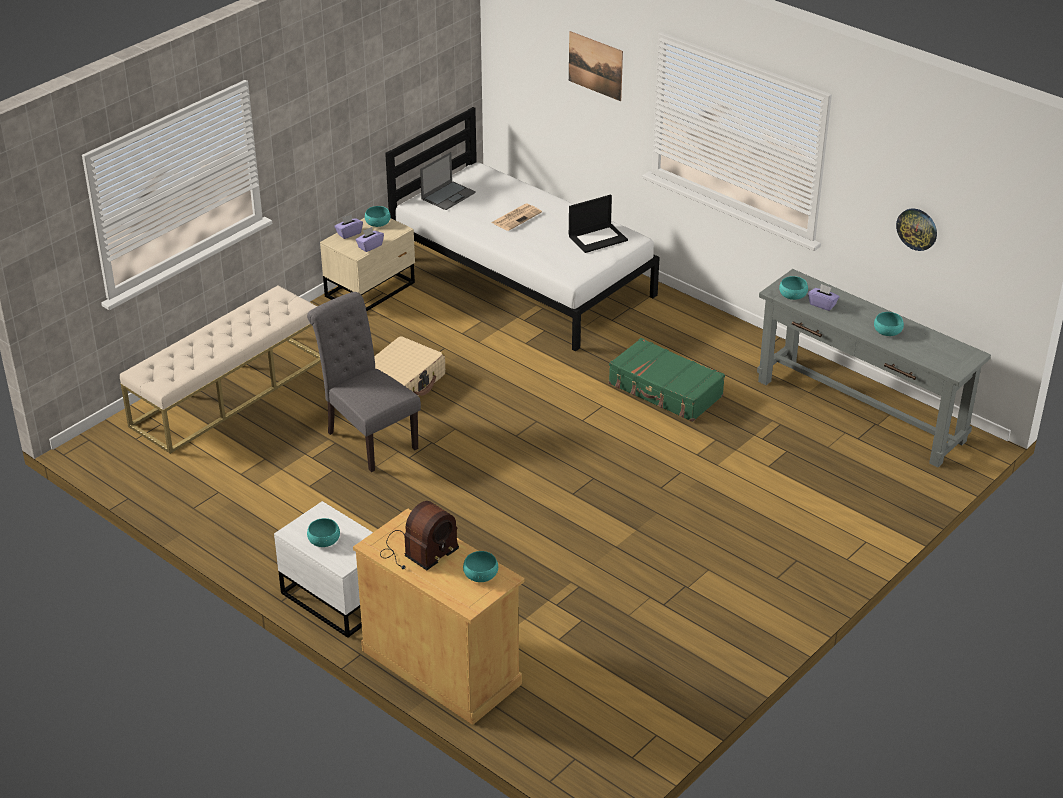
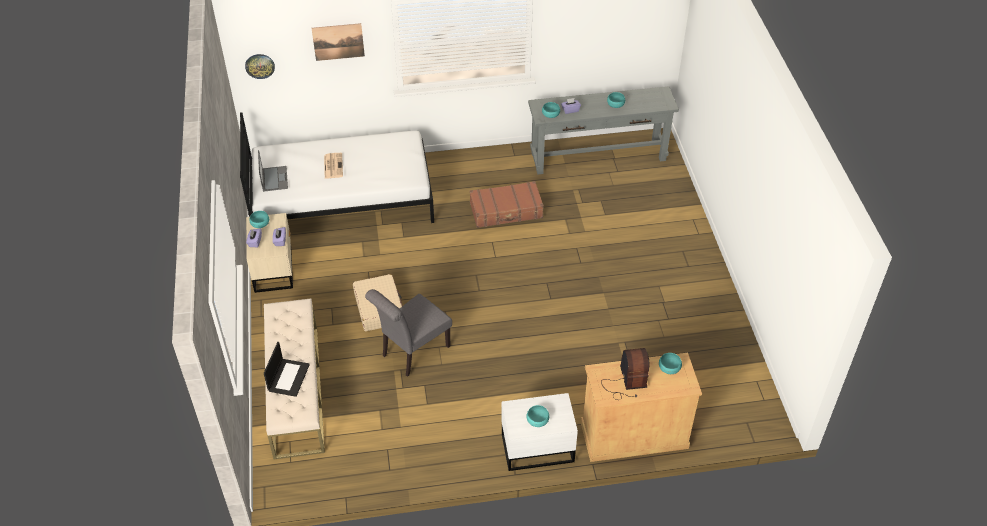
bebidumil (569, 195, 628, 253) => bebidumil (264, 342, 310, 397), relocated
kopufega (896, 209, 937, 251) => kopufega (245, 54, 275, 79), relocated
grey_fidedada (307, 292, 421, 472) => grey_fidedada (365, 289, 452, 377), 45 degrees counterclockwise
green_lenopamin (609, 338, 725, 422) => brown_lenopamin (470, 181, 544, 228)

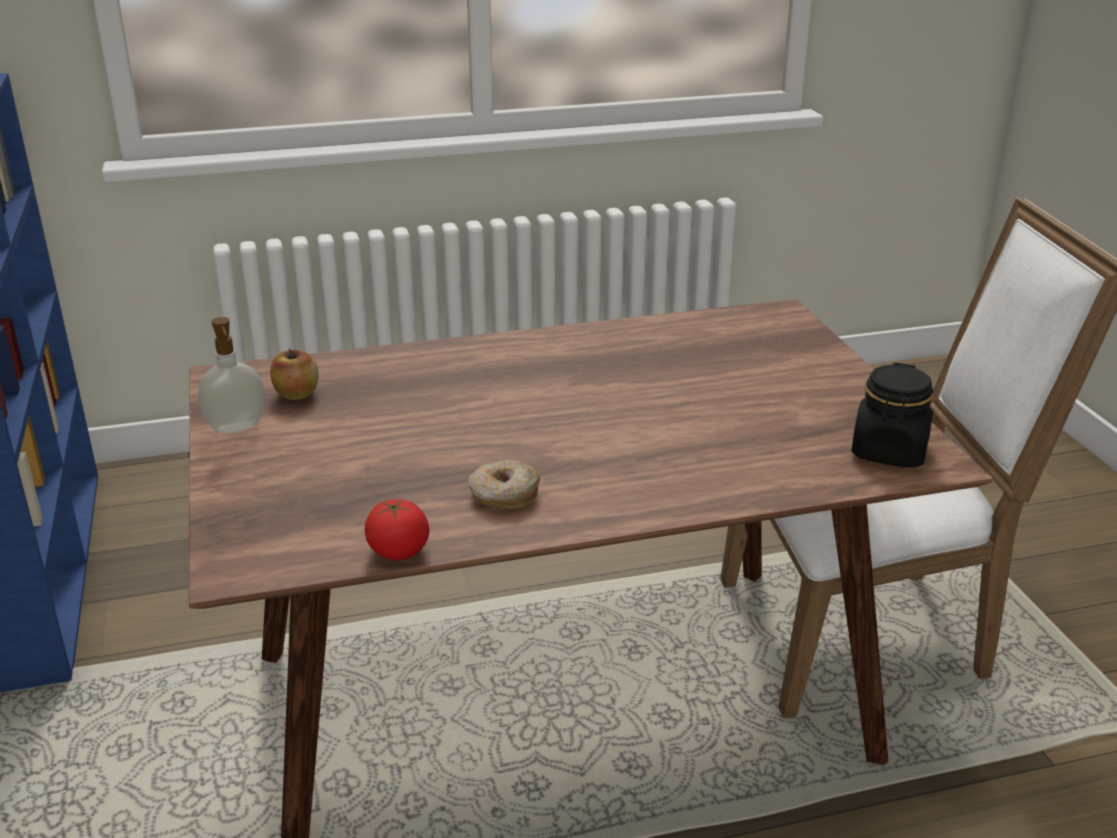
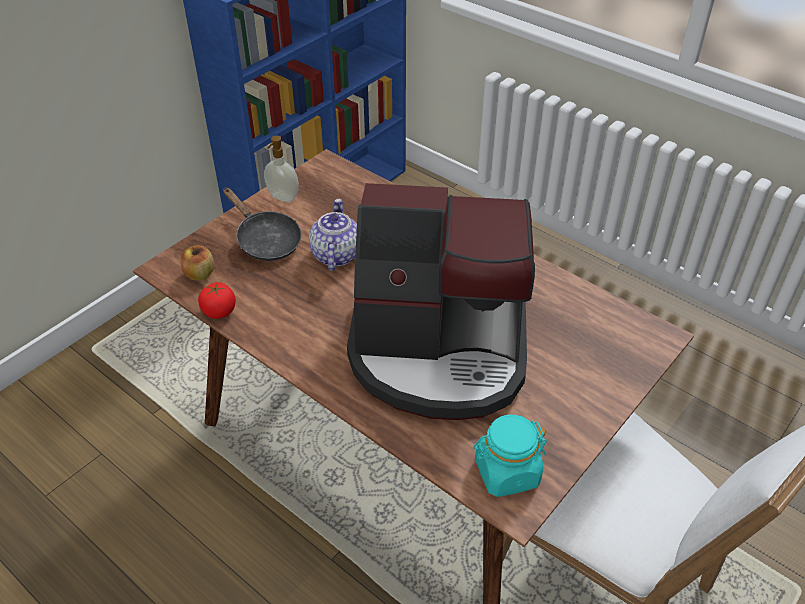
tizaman (270, 349, 319, 400) => tizaman (181, 245, 214, 281), relocated
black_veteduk (851, 363, 933, 468) => turquoise_veteduk (473, 415, 547, 497)
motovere (469, 460, 541, 508) => nothing
nothing => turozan (347, 183, 535, 420)
nothing => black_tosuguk (223, 188, 301, 261)
nothing => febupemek (309, 199, 357, 271)

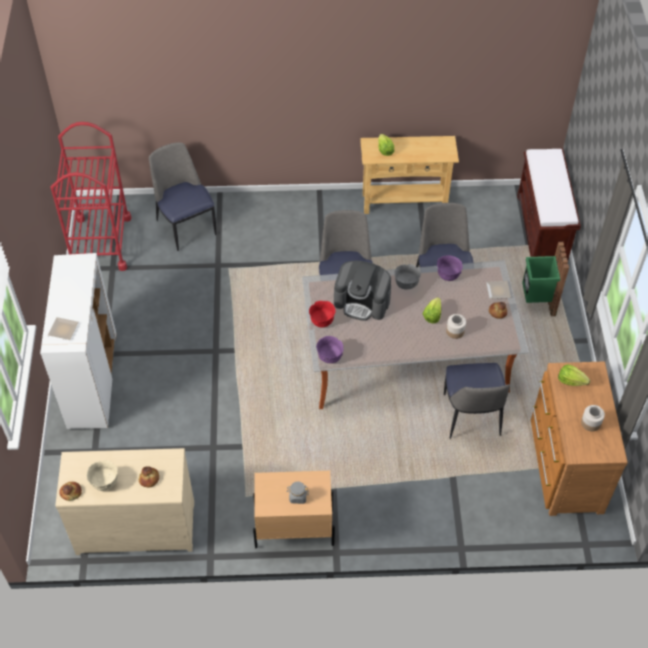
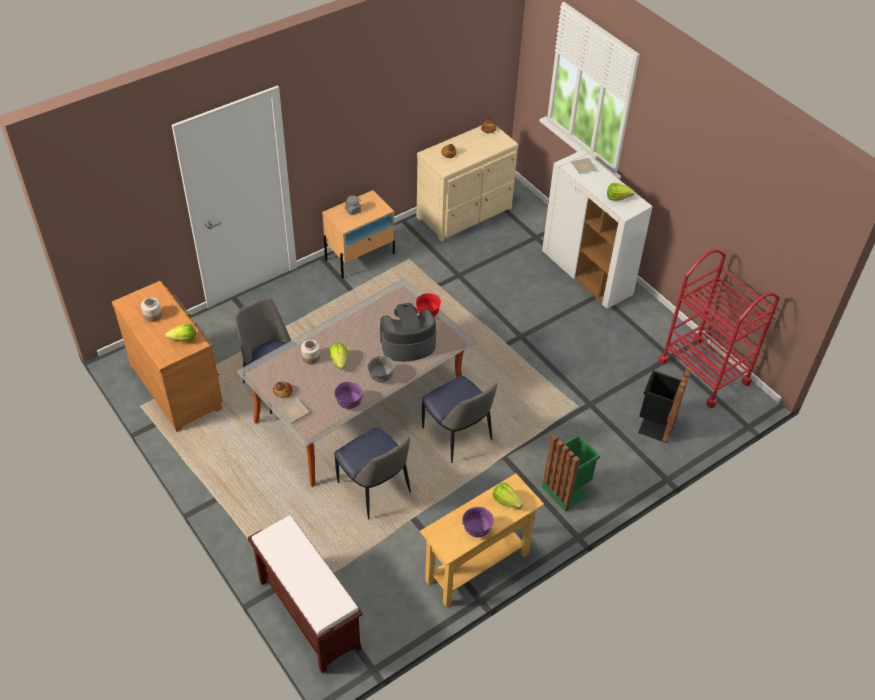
fidedada (149, 142, 216, 251) => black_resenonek (638, 366, 692, 443)
green_resenonek (522, 242, 569, 316) => green_resenonek (542, 434, 600, 512), relocated
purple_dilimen (316, 336, 344, 363) => purple_dilimen (462, 507, 494, 537), relocated
beige_dilimen (86, 460, 118, 491) => nothing
nothing => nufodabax (607, 183, 635, 201)

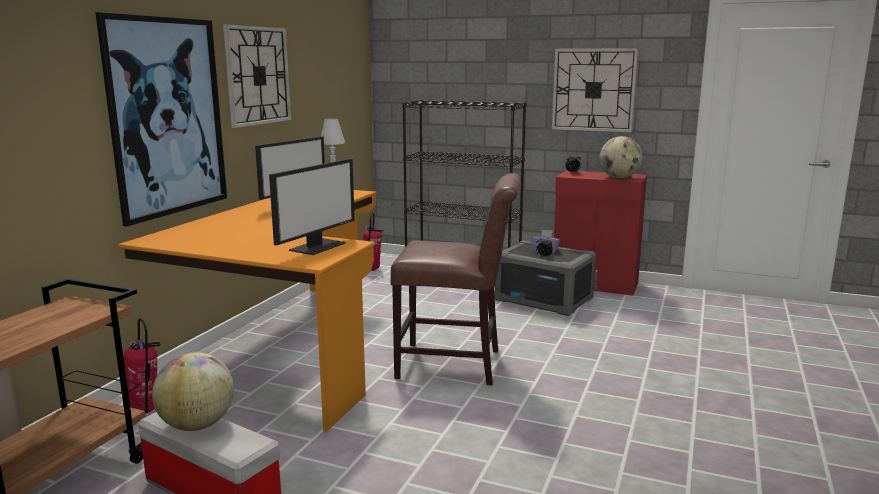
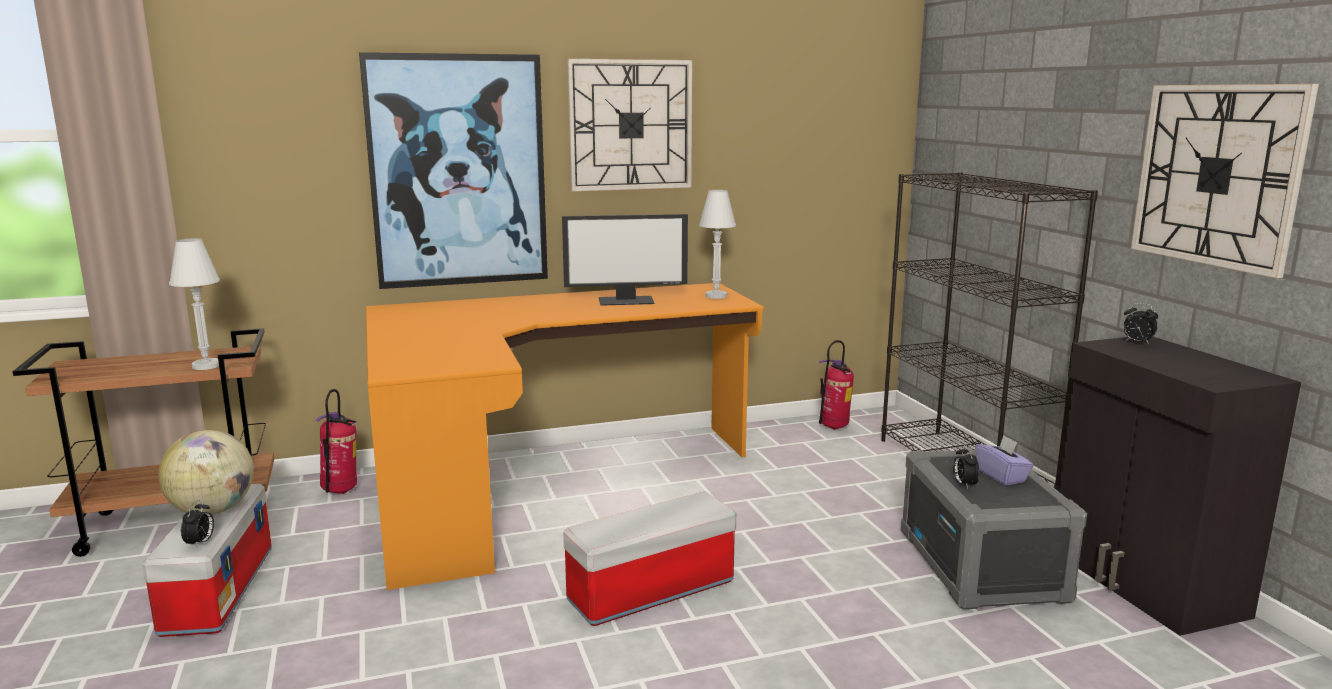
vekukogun (599, 136, 643, 178) => nothing
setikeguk (269, 159, 355, 255) => nothing
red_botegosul (554, 170, 647, 296) => black_botegosul (1059, 337, 1301, 636)
brown_fidedada (391, 173, 521, 385) => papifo (563, 491, 736, 626)
nothing => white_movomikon (169, 238, 220, 370)
nothing => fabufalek (181, 500, 214, 547)

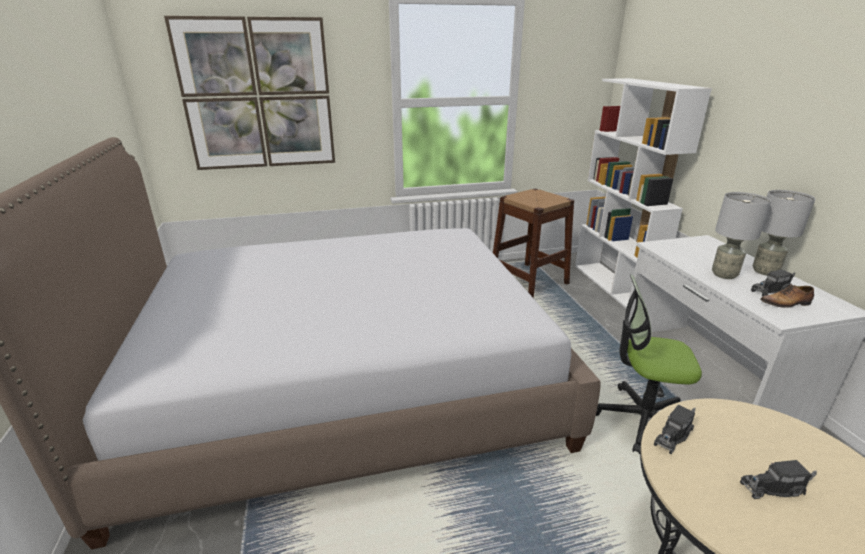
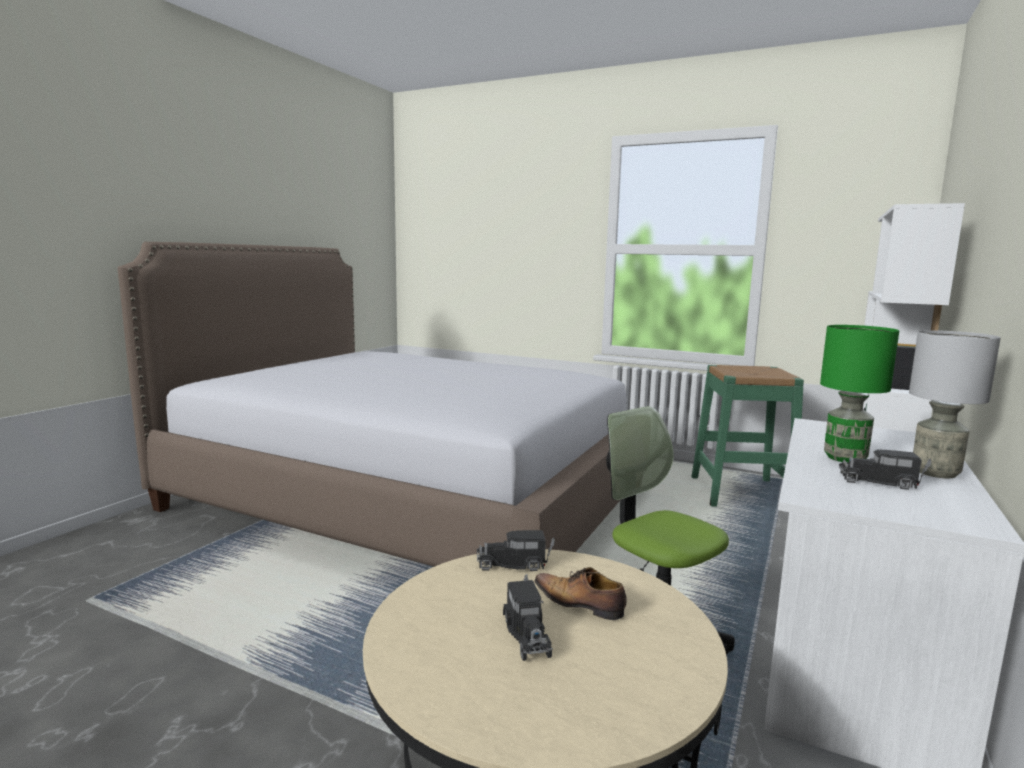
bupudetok (164, 16, 335, 170) => nothing
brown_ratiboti (493, 189, 574, 298) => green_ratiboti (691, 365, 804, 507)
grey_movomikon (712, 192, 771, 279) => green_movomikon (820, 325, 899, 462)
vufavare (760, 284, 814, 308) => vufavare (534, 567, 627, 620), relocated
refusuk (740, 460, 817, 499) => refusuk (503, 574, 552, 661), 135 degrees counterclockwise

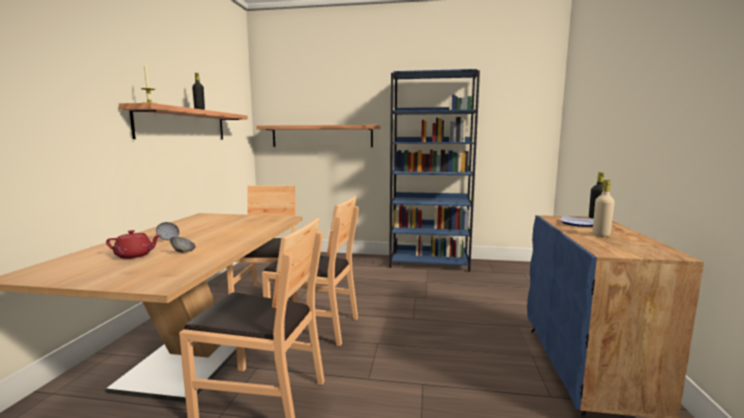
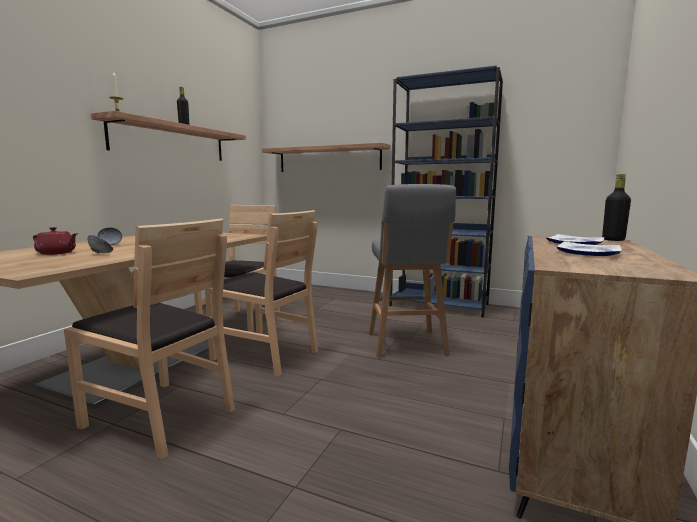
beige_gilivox (593, 179, 615, 237) => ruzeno (556, 241, 621, 256)
nothing => grey_ratiboti (369, 184, 456, 358)

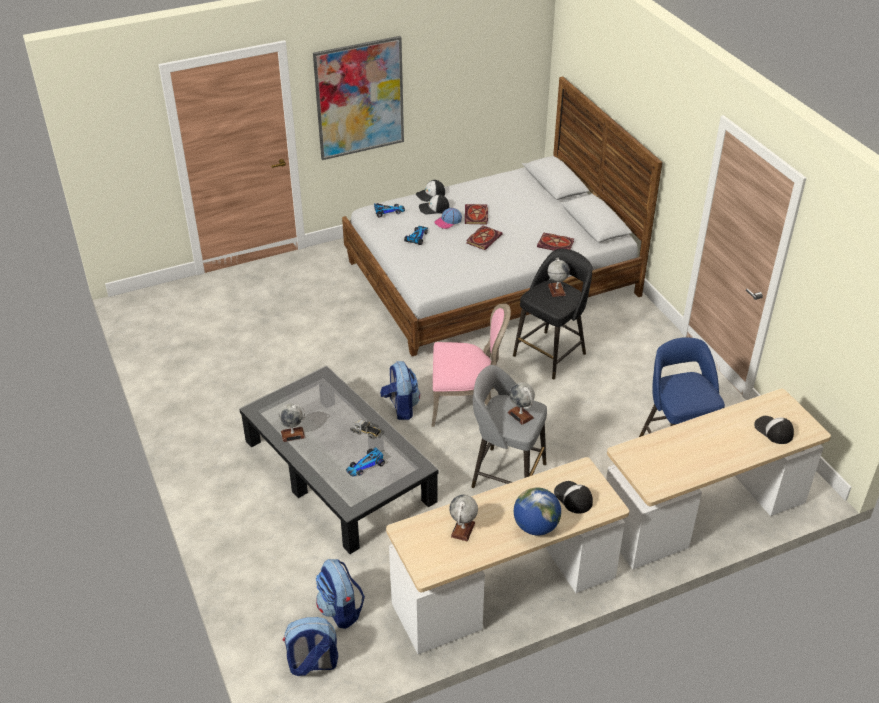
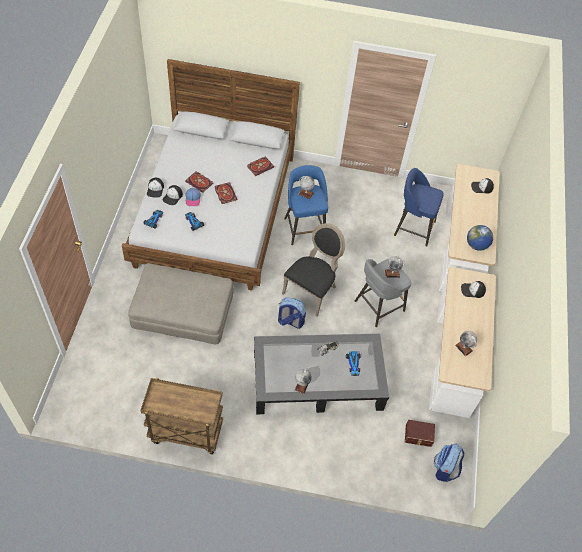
bupudetok (313, 36, 404, 160) => nothing
black_ratiboti (513, 249, 593, 379) => blue_ratiboti (284, 165, 328, 245)
pink_fidedada (432, 304, 511, 427) => black_fidedada (282, 223, 345, 316)
vekukogun (514, 487, 561, 536) => vekukogun (467, 225, 493, 251), relocated
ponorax (316, 559, 365, 629) => brown_papifo (405, 420, 435, 447)
nothing => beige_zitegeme (128, 263, 233, 344)
nothing => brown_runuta (140, 378, 223, 455)

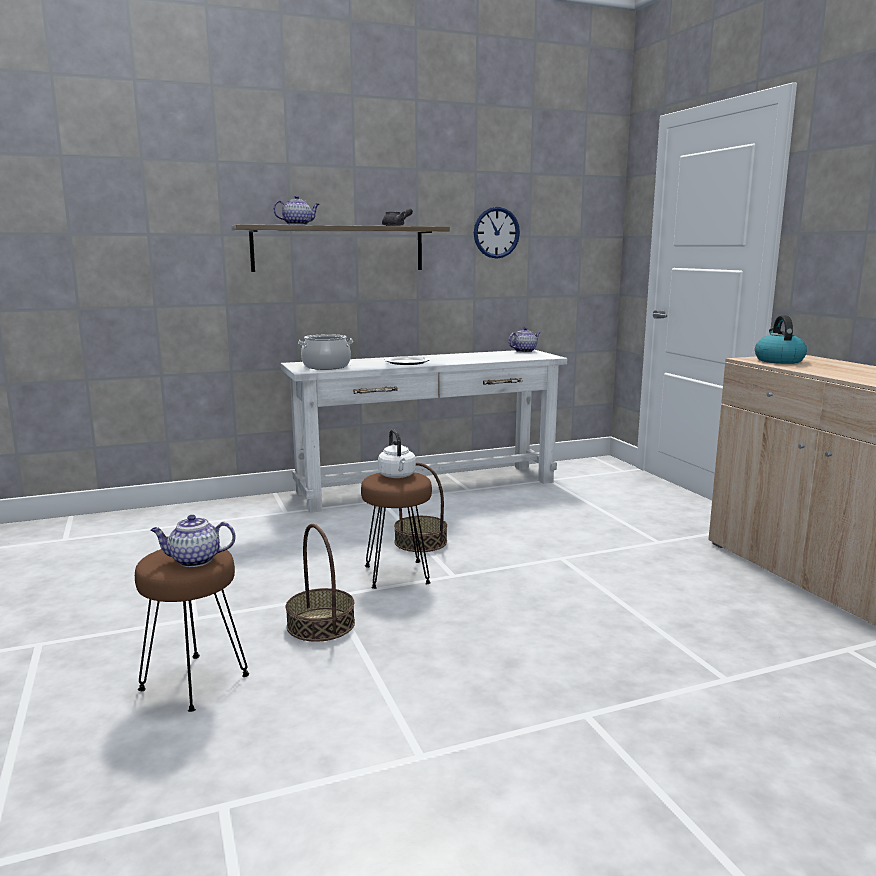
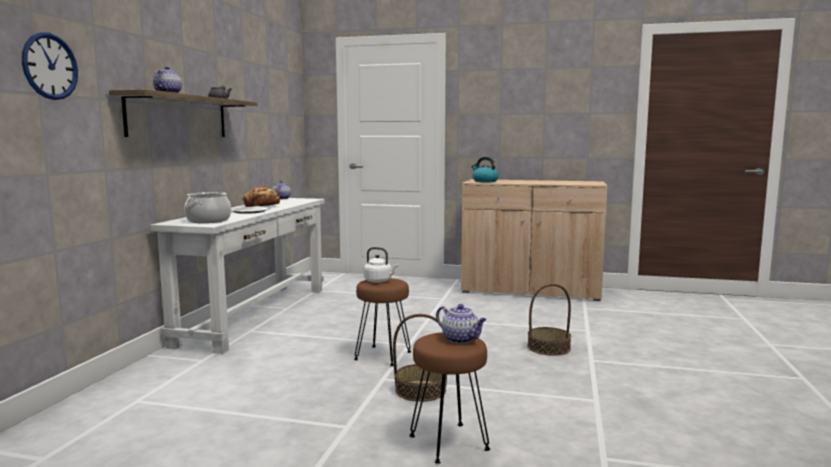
kopufega (474, 207, 520, 259) => kopufega (22, 33, 78, 100), relocated
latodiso (394, 462, 447, 552) => latodiso (527, 284, 571, 356), relocated
febupemek (151, 515, 236, 567) => febupemek (436, 304, 486, 344), 75 degrees counterclockwise
nothing => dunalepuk (242, 186, 280, 207)

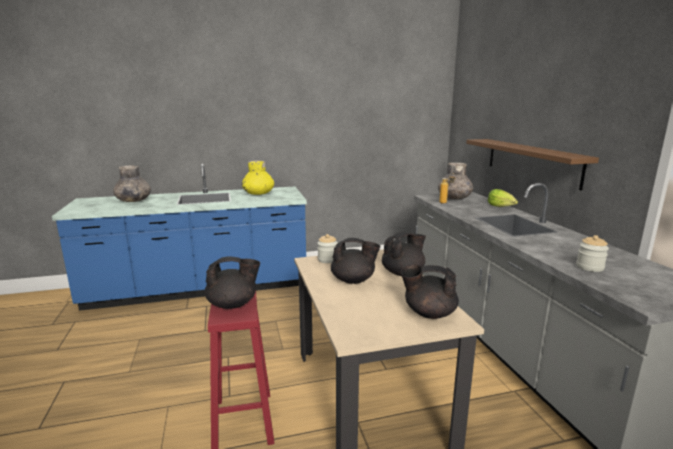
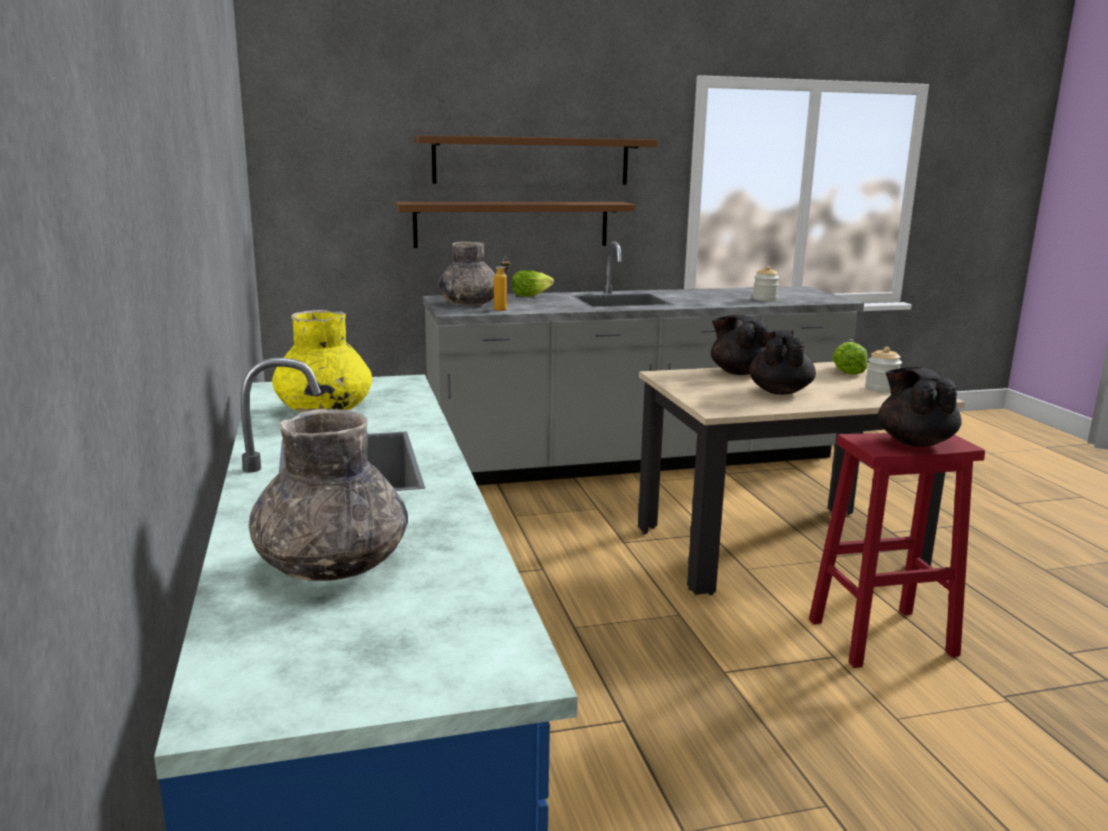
veteduk (318, 234, 338, 263) => veteduk (865, 347, 902, 393), relocated
black_febupemek (401, 265, 459, 319) => nufodabax (832, 342, 868, 375)
nothing => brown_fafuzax (414, 135, 658, 185)

